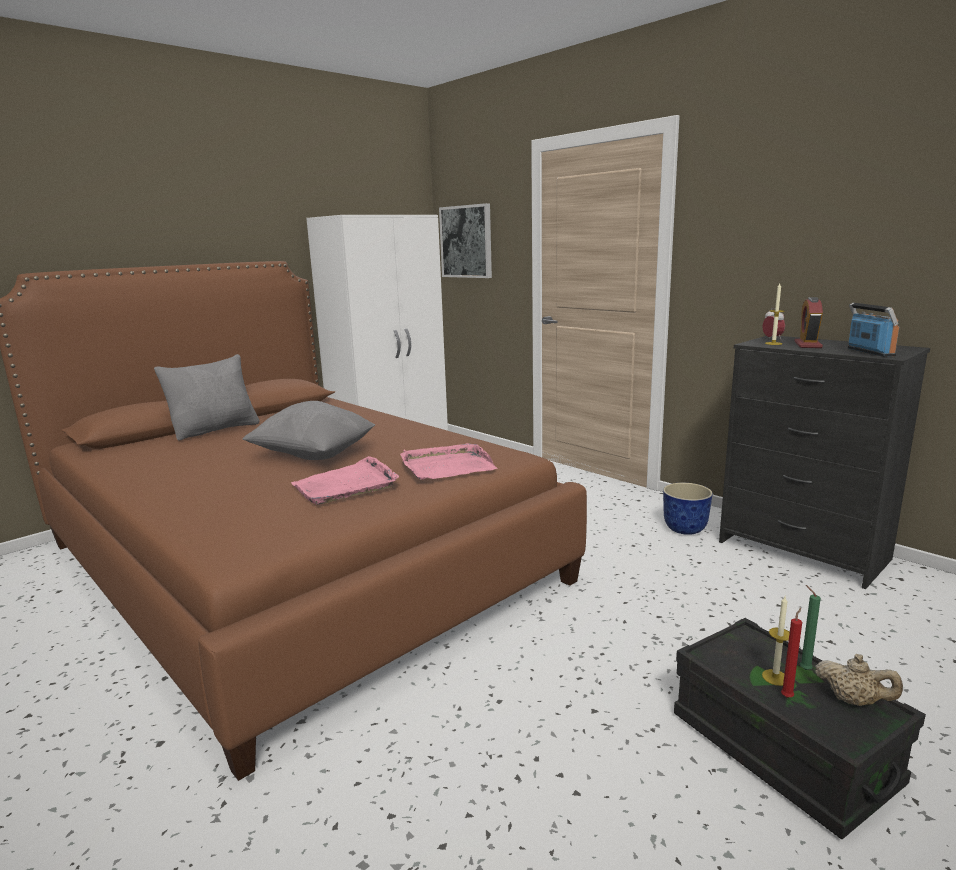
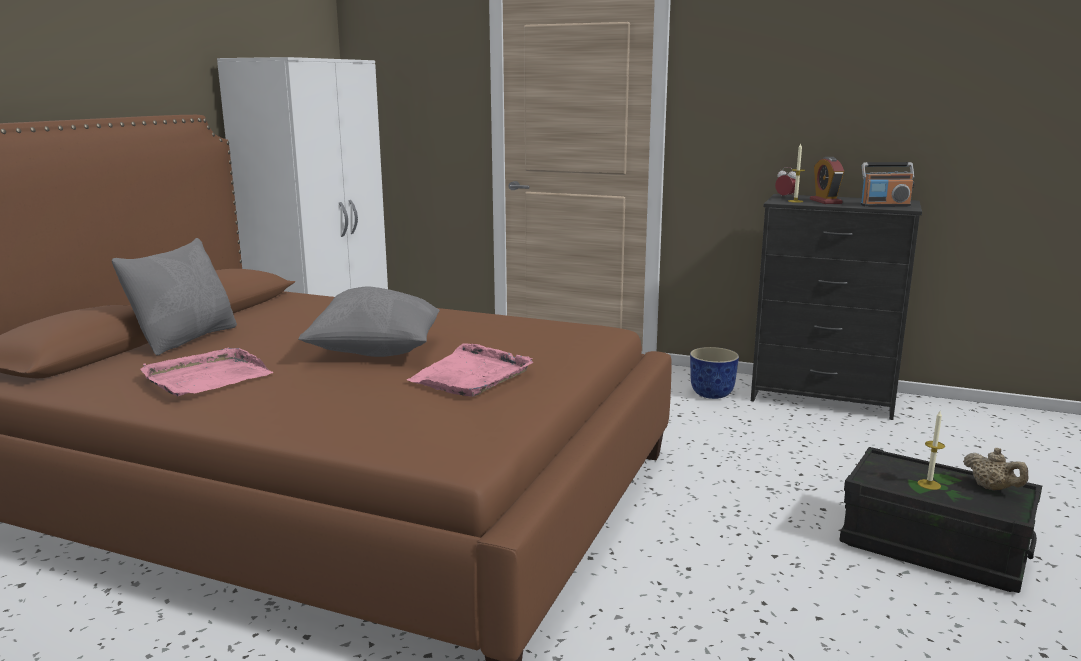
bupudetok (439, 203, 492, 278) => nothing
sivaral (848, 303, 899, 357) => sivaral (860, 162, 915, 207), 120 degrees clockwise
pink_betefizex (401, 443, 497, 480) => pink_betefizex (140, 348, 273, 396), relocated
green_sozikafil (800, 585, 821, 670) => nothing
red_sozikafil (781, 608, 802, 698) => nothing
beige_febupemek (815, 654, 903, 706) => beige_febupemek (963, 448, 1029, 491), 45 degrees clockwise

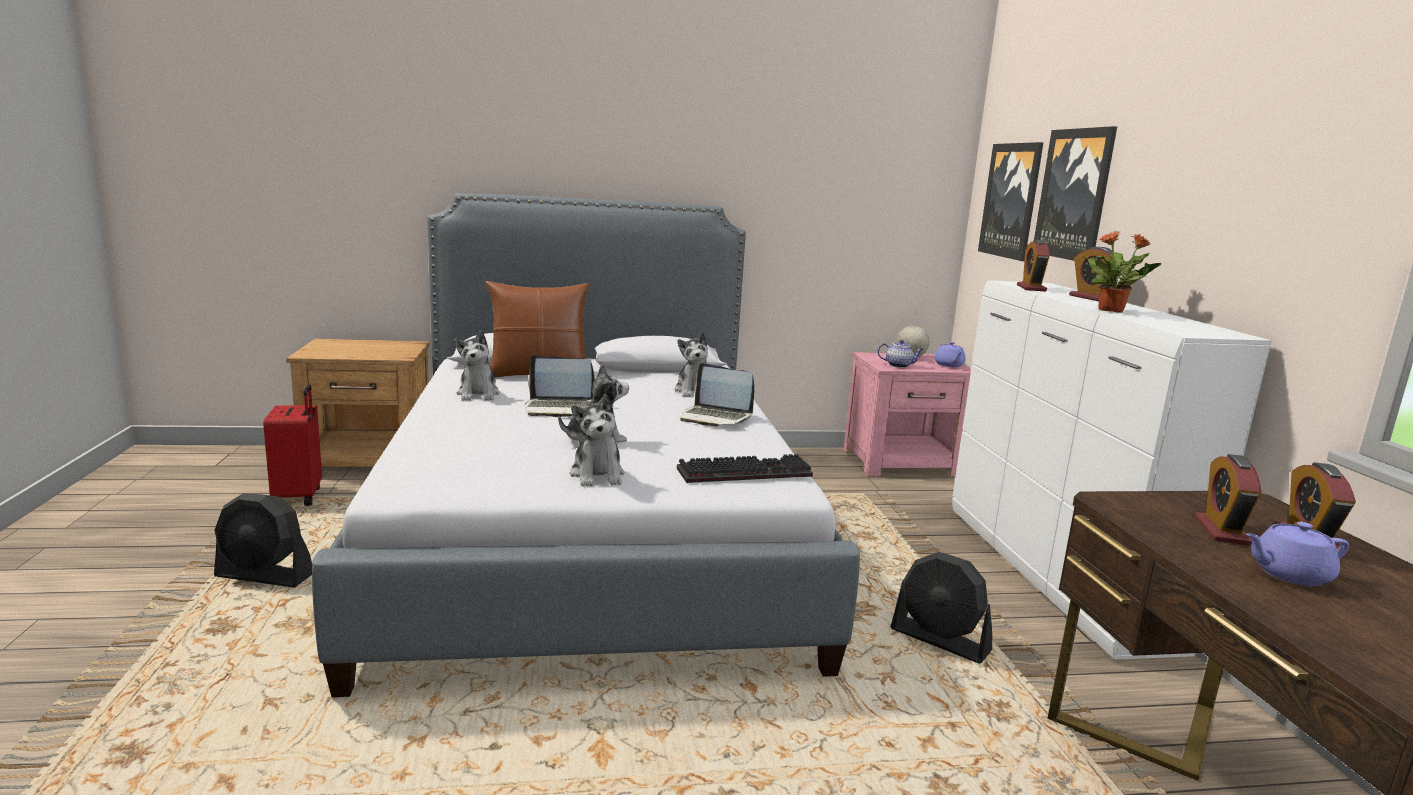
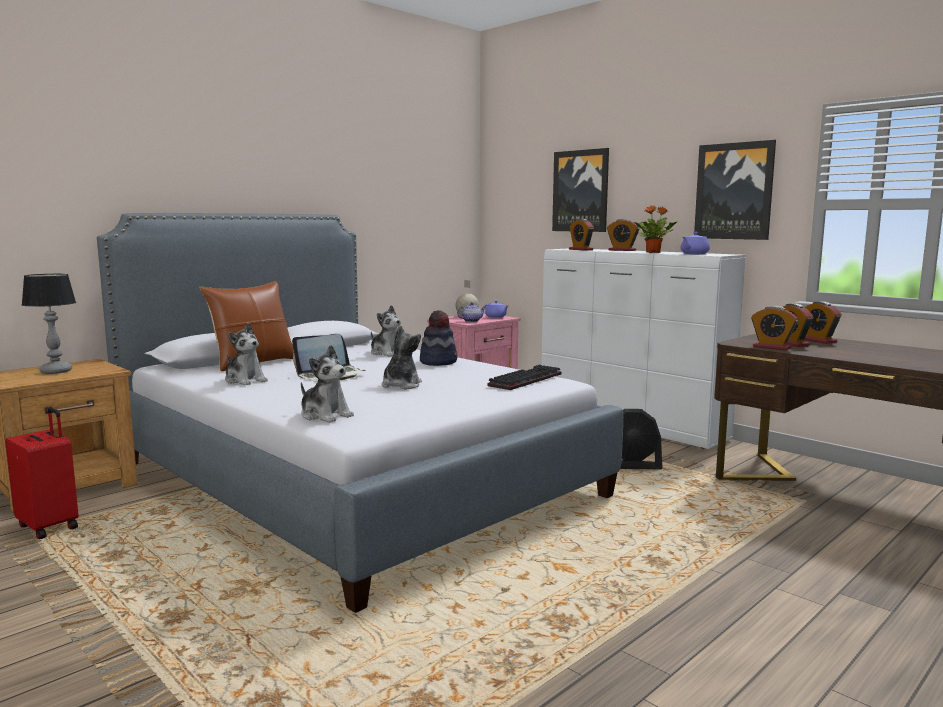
bupudetok (978, 142, 1044, 261) => bupudetok (694, 140, 776, 240), relocated
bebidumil (680, 363, 754, 426) => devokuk (420, 310, 457, 366)
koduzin (570, 394, 625, 486) => koduzin (301, 345, 354, 423), relocated
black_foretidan (214, 493, 312, 588) => nothing
purple_febupemek (1246, 522, 1349, 586) => purple_febupemek (681, 232, 710, 254), relocated
nothing => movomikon (22, 274, 76, 374)
nothing => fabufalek (751, 306, 798, 350)

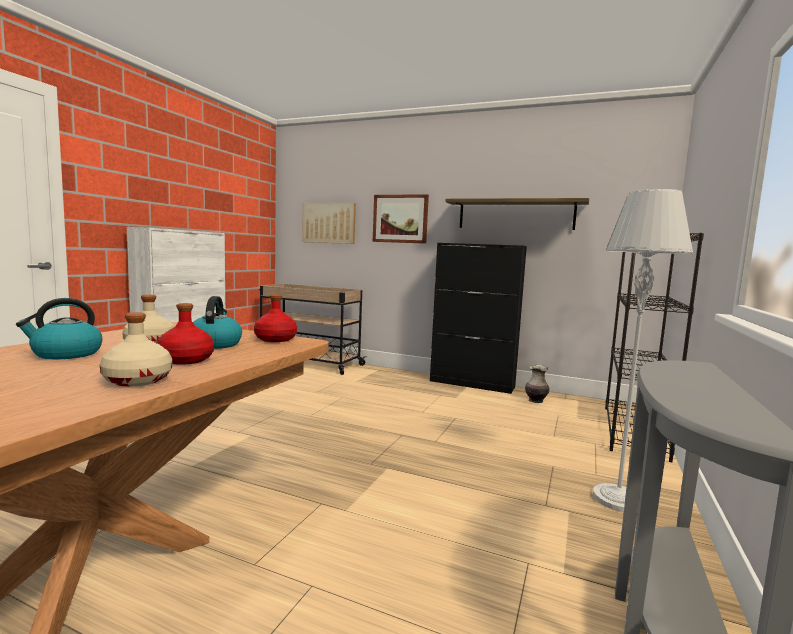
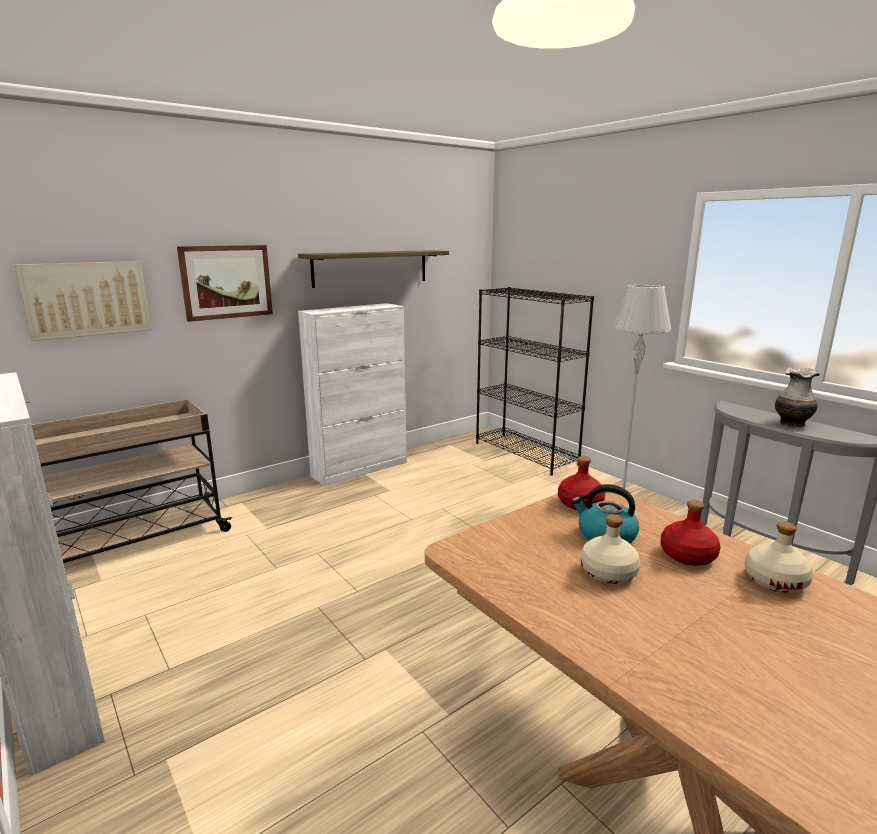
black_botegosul (430, 243, 527, 394) => white_botegosul (298, 303, 407, 486)
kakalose (16, 298, 102, 359) => nothing
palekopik (525, 365, 549, 403) => palekopik (775, 368, 820, 427), relocated

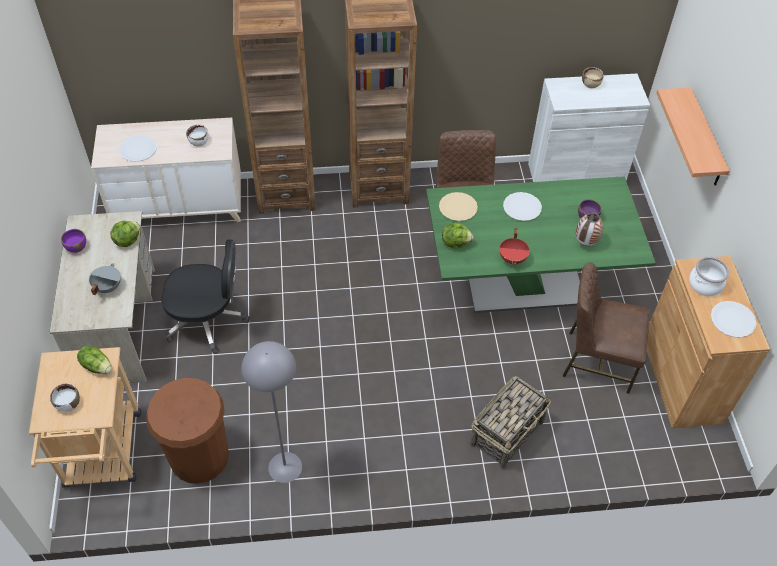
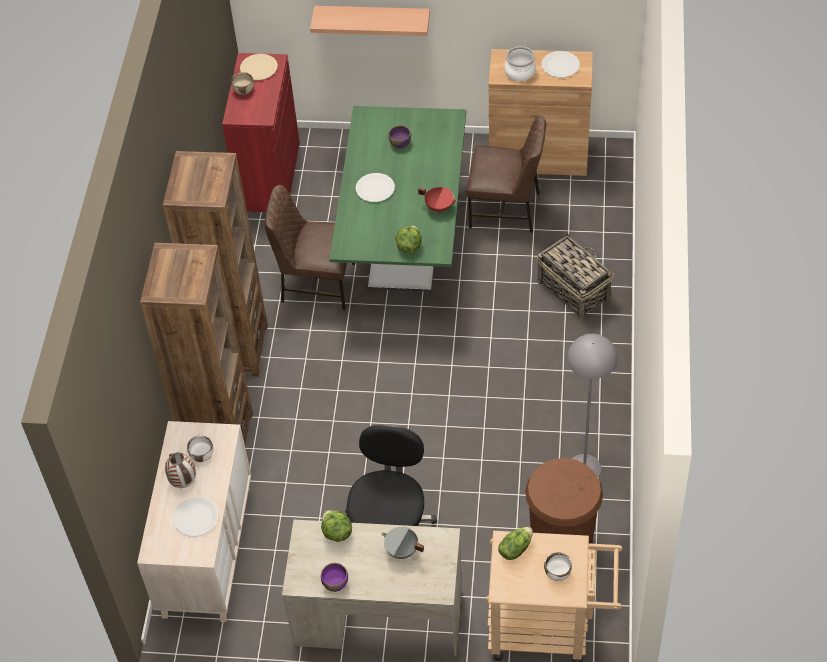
white_botegosul (528, 74, 650, 182) => red_botegosul (222, 53, 300, 212)
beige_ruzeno (439, 192, 478, 221) => beige_ruzeno (240, 54, 278, 80), relocated
palekopik (575, 212, 603, 246) => palekopik (165, 452, 196, 488), relocated
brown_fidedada (563, 262, 650, 394) => brown_fidedada (466, 116, 546, 233), 105 degrees counterclockwise

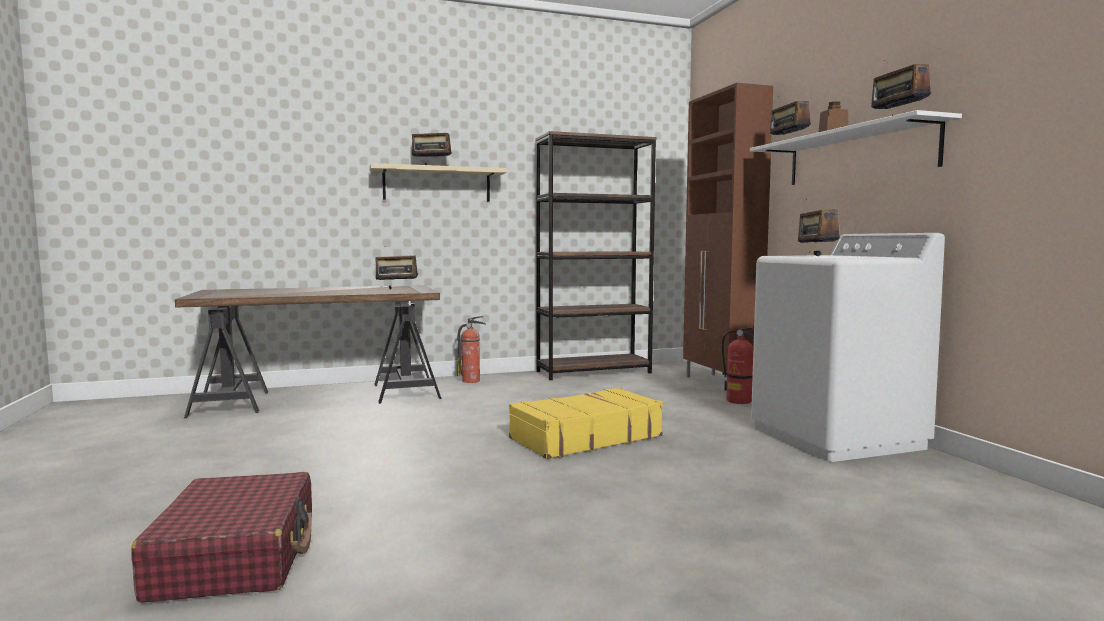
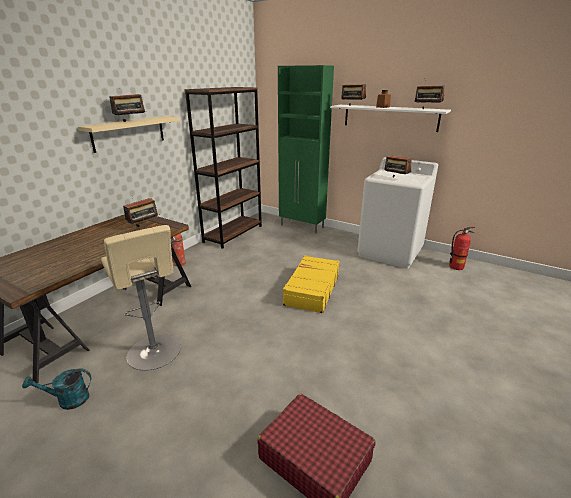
brown_botegosul (683, 83, 773, 377) => green_botegosul (278, 65, 334, 233)
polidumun (722, 327, 754, 404) => polidumun (449, 227, 475, 270), relocated
nothing => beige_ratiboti (101, 225, 181, 370)
nothing => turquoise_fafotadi (22, 369, 92, 410)

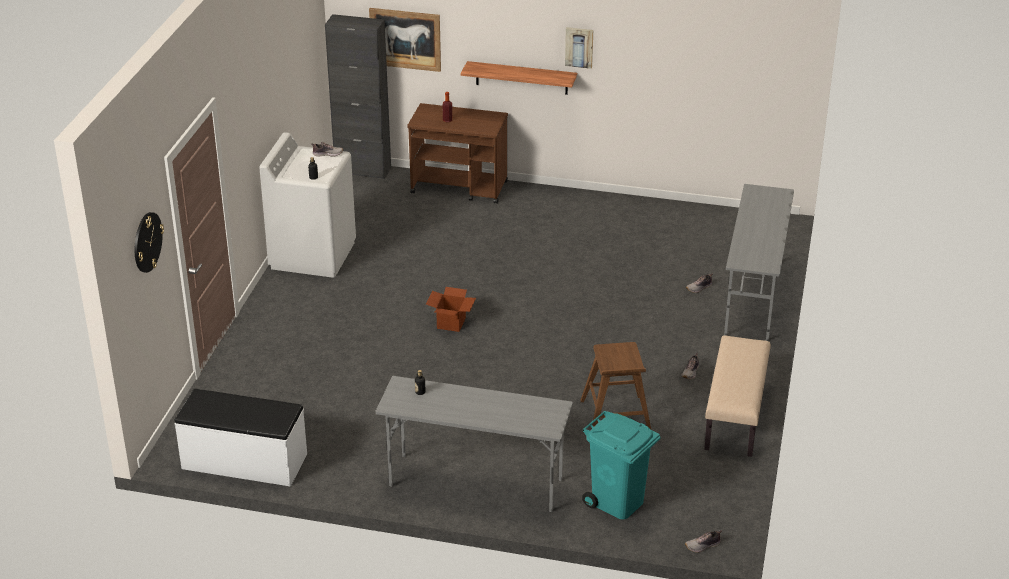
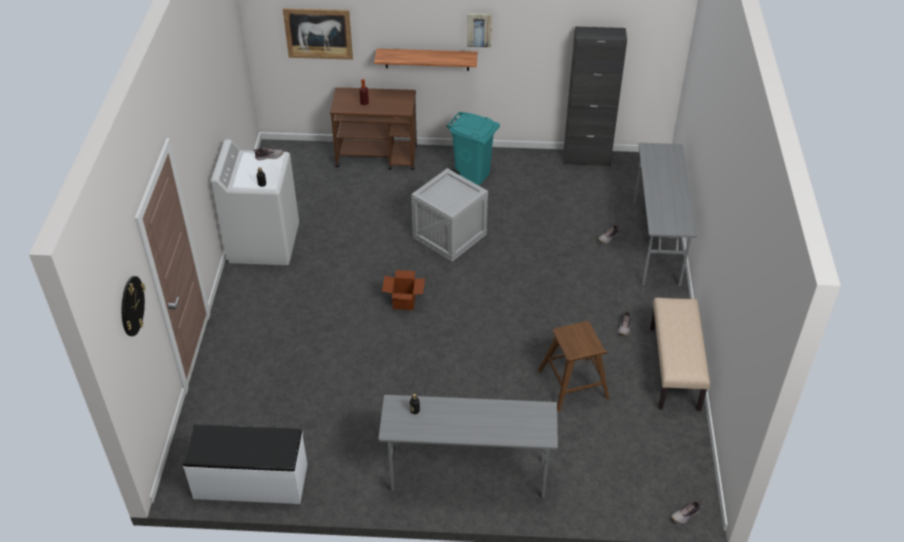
black_botegosul (325, 14, 391, 179) => black_botegosul (563, 26, 627, 166), relocated
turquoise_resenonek (582, 411, 660, 519) => turquoise_resenonek (447, 112, 500, 185), relocated
nothing => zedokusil (411, 168, 488, 262)

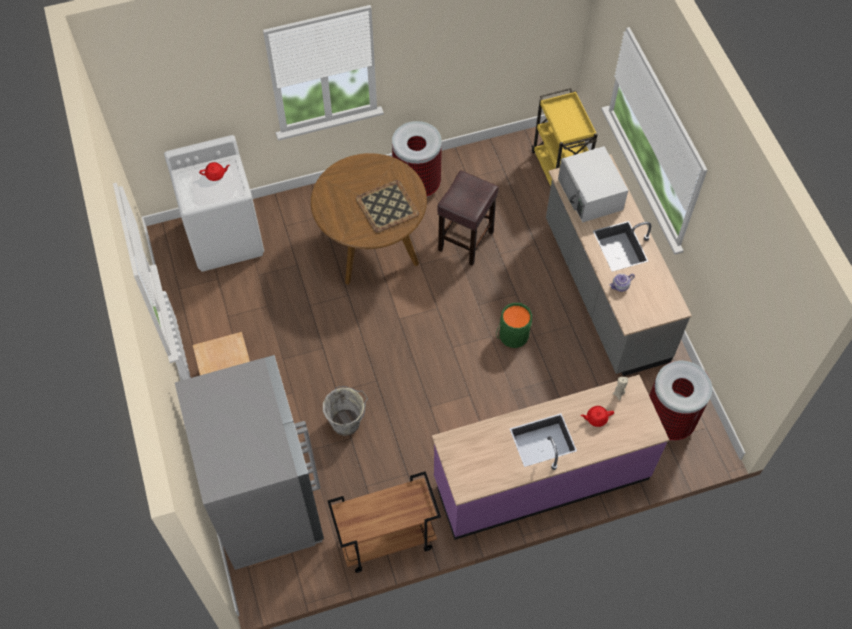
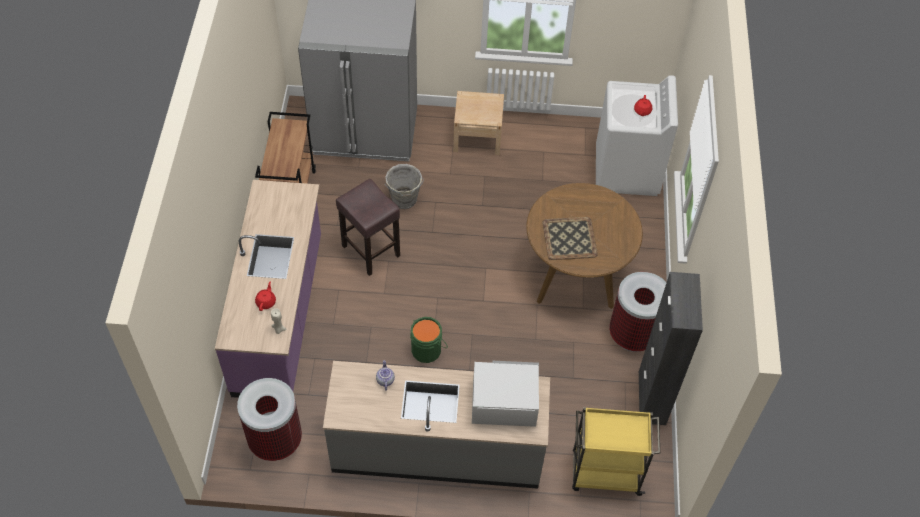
brown_ratiboti (437, 170, 499, 266) => brown_ratiboti (336, 179, 400, 276), relocated
nothing => black_botegosul (639, 272, 703, 425)

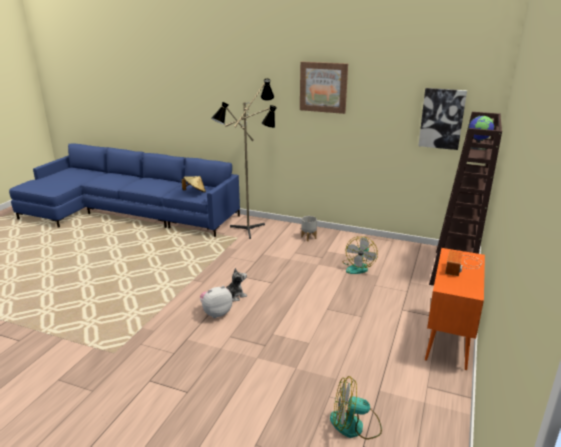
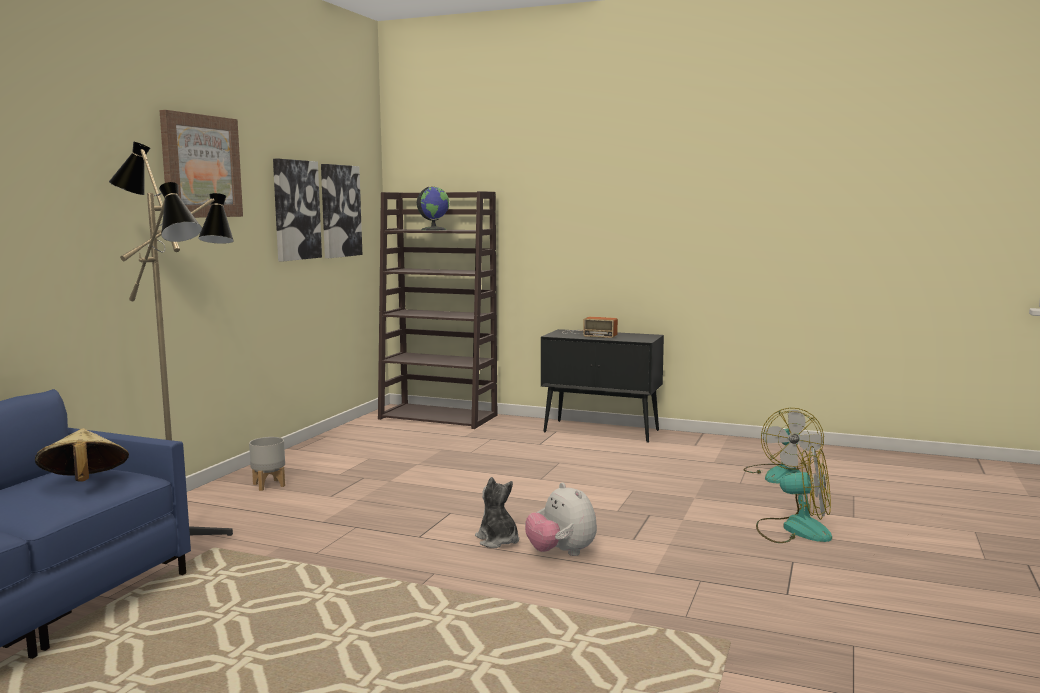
foretidan (343, 236, 378, 274) => foretidan (756, 446, 832, 543), relocated
orange_botegosul (425, 248, 485, 370) => black_botegosul (541, 329, 664, 443)
nothing => bupudetok (273, 159, 322, 261)

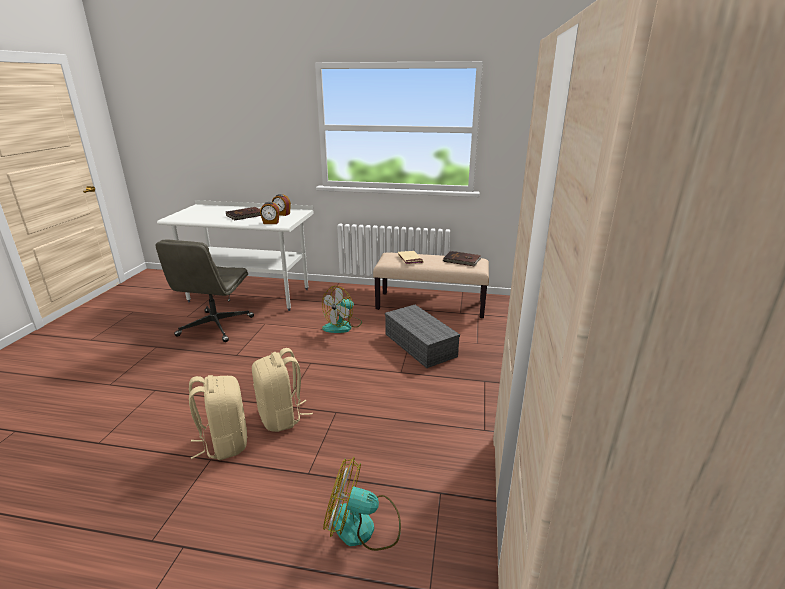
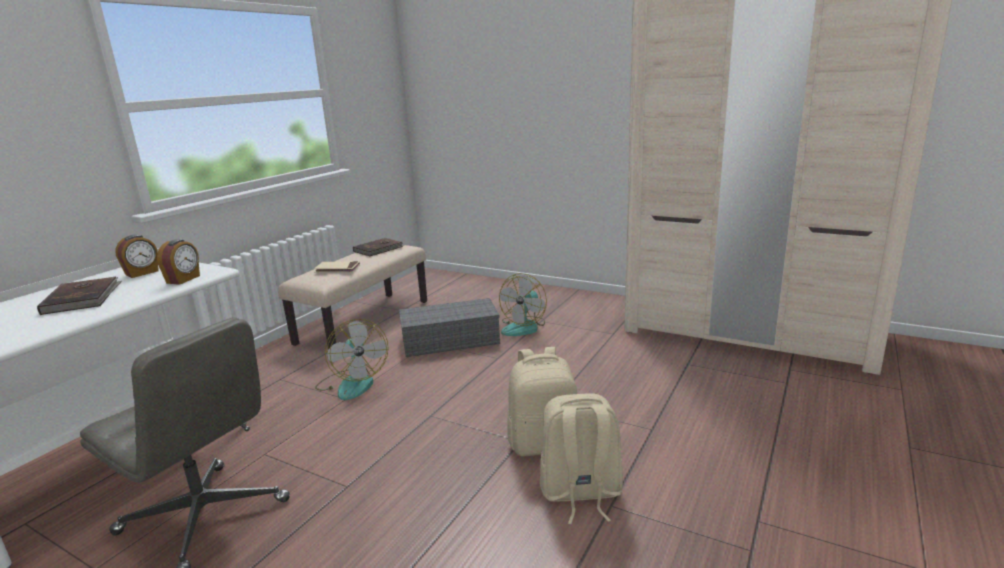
foretidan (323, 457, 401, 551) => foretidan (499, 273, 547, 336), relocated

